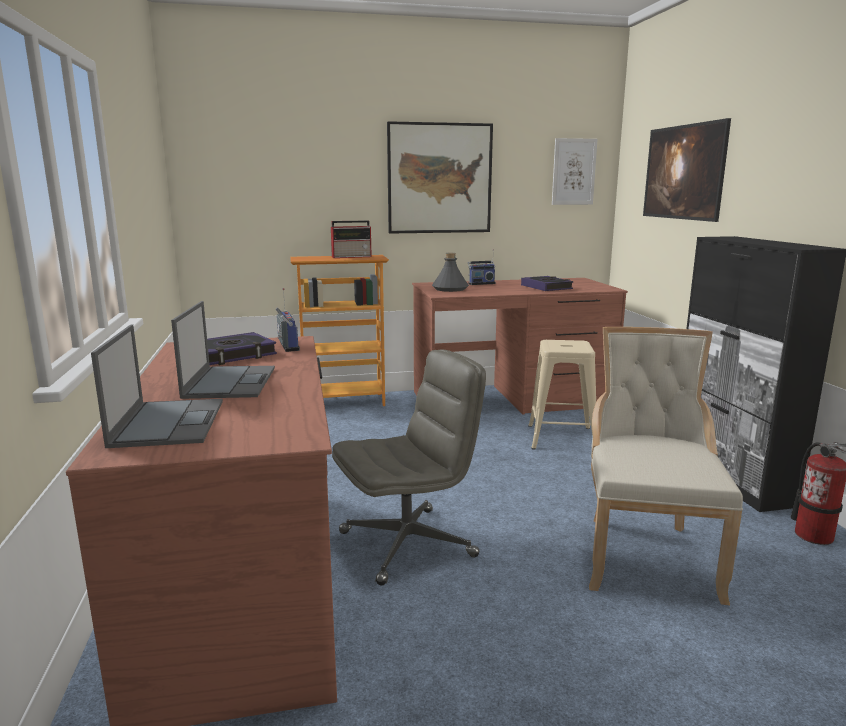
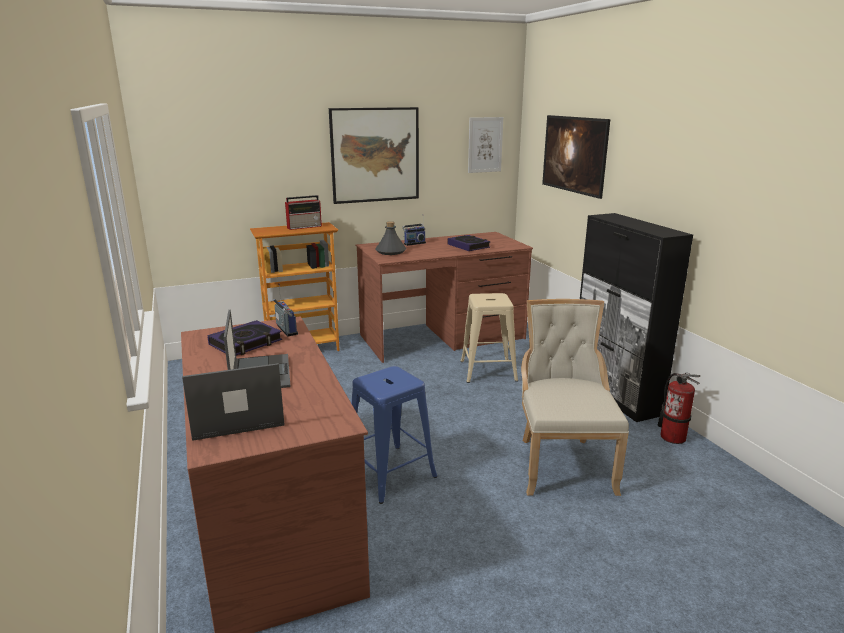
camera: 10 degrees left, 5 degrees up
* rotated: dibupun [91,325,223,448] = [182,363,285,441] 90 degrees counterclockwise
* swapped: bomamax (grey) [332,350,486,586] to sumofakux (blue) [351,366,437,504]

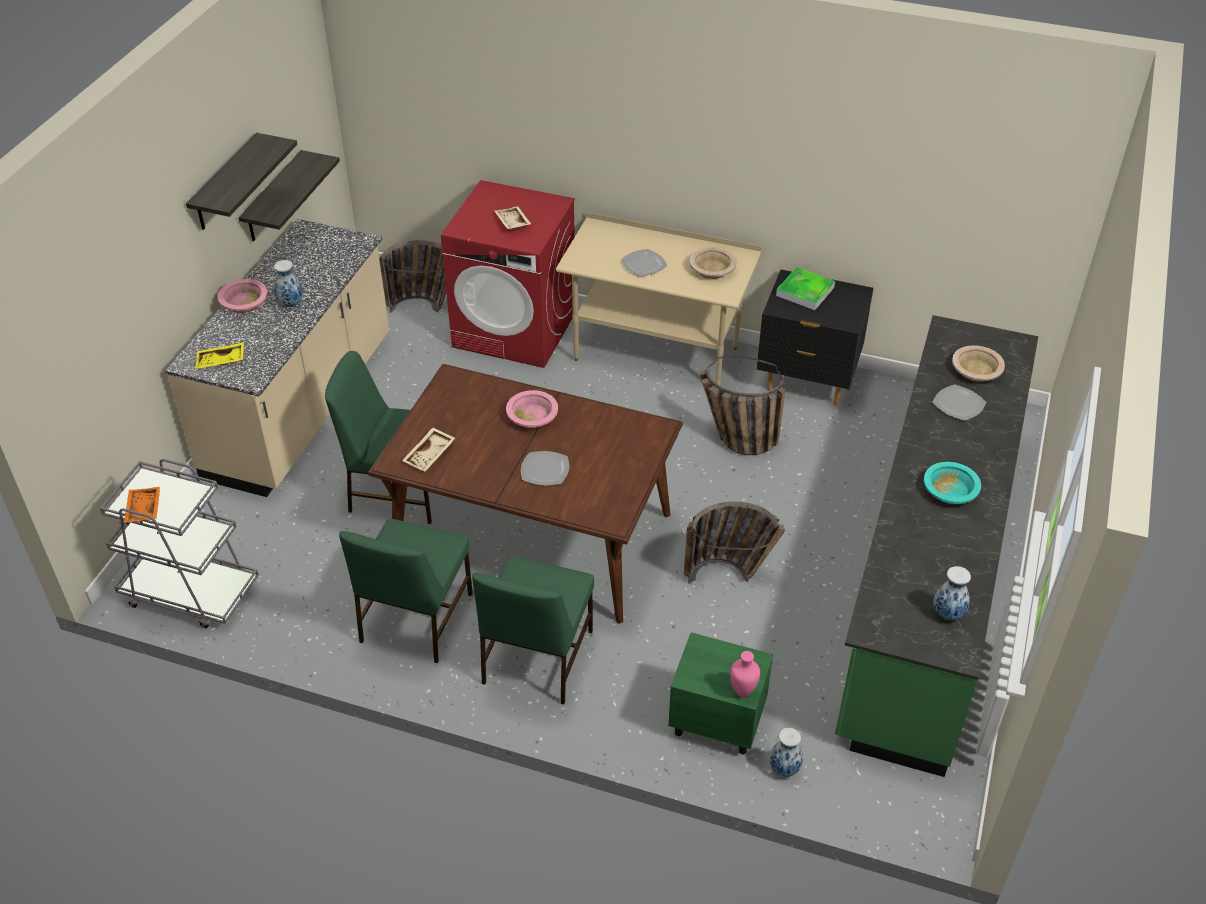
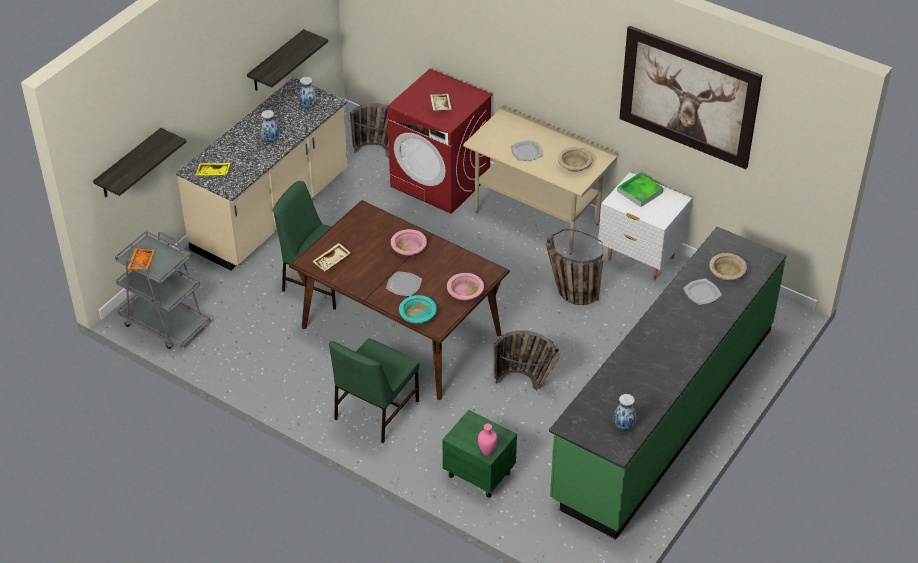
camera: 15 degrees right, 0 degrees up
* shifted: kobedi [186,133,297,230] to [93,128,186,197]
* shifted: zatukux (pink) [218,279,268,313] to [447,273,484,301]
* gone: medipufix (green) [339,519,473,663]
* repainted: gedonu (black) [757,270,873,406] to gedonu (white) [598,172,692,280]
* shifted: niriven [770,728,803,777] to [298,77,317,109]
* shifted: zatukux (turquoise) [924,462,981,504] to [399,295,437,324]
* new: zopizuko [619,25,763,169]

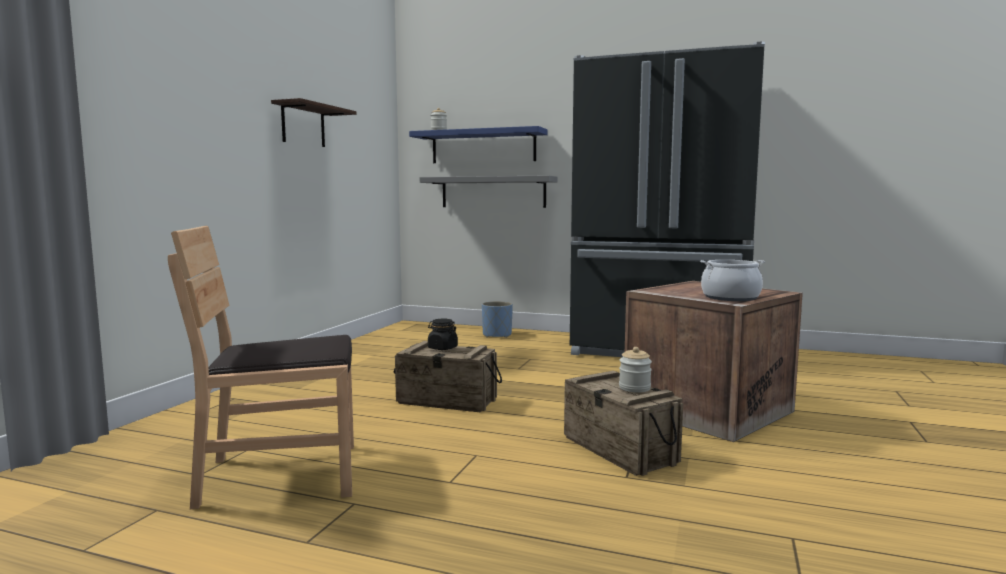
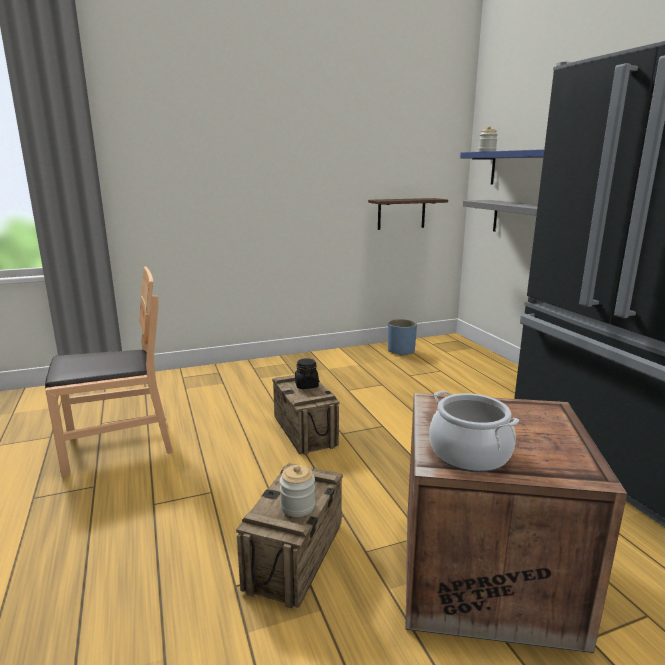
camera: 50 degrees right, 10 degrees up
* rotated: medipufix (brown) [168,226,354,509] = [45,266,173,477] 120 degrees clockwise
* shifted: kobedi [271,98,357,147] to [368,198,448,230]
* shifted: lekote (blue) [482,301,513,338] to [388,319,417,356]

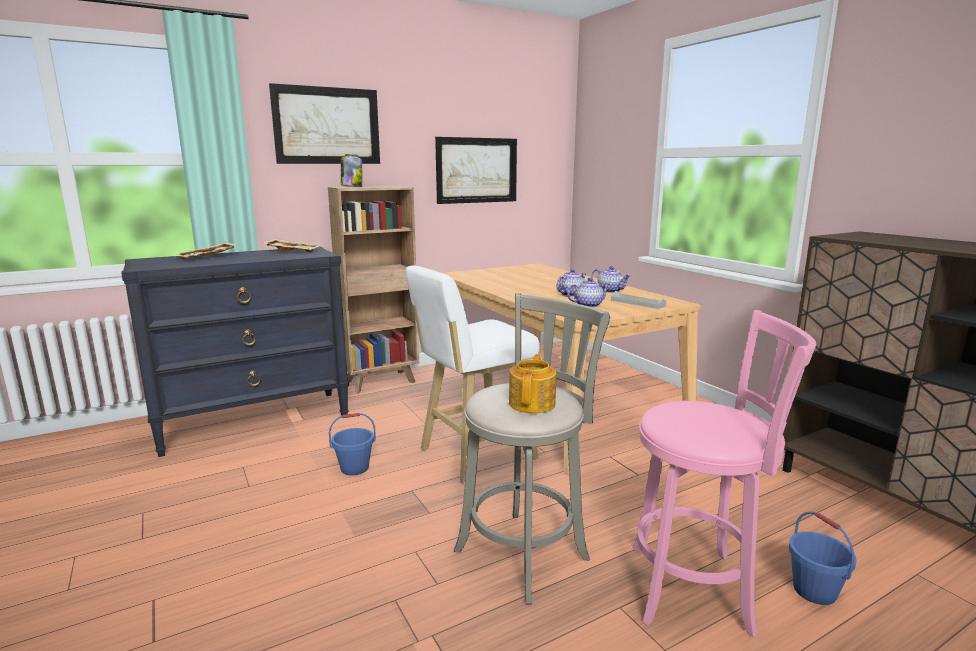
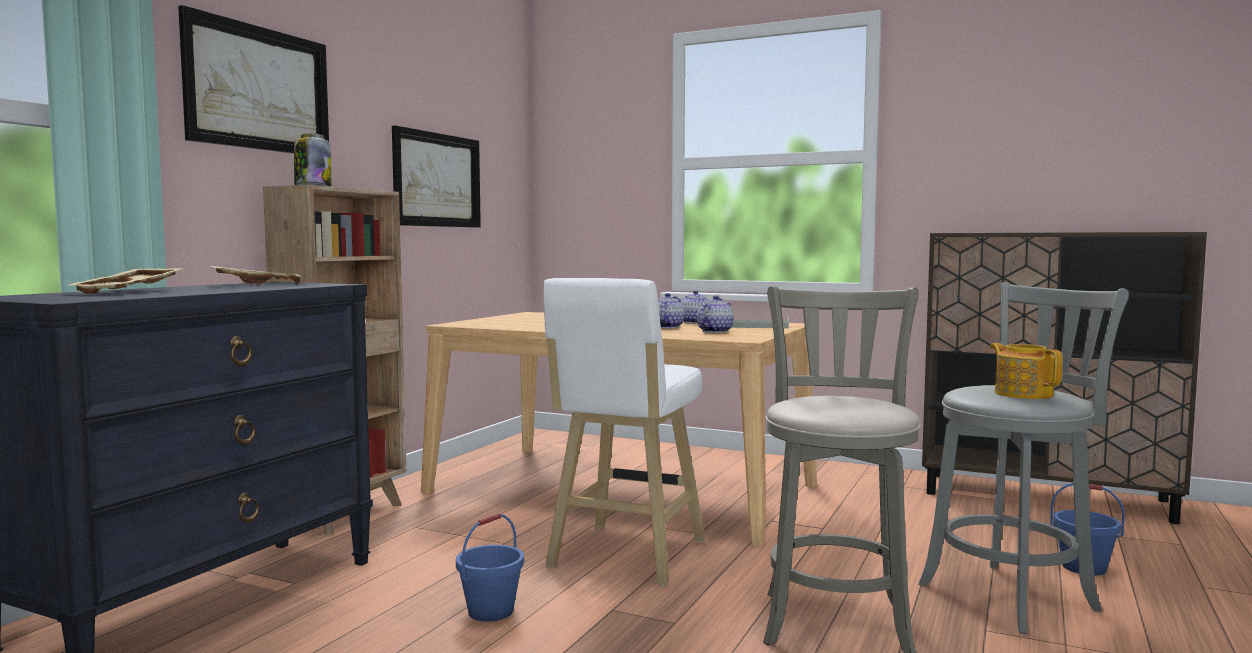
camera: 35 degrees left, 10 degrees down
* shifted: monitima [509,354,556,413] to [990,343,1062,399]
* repainted: sumofakux (pink) [632,310,816,638] to sumofakux (grey) [919,282,1129,634]

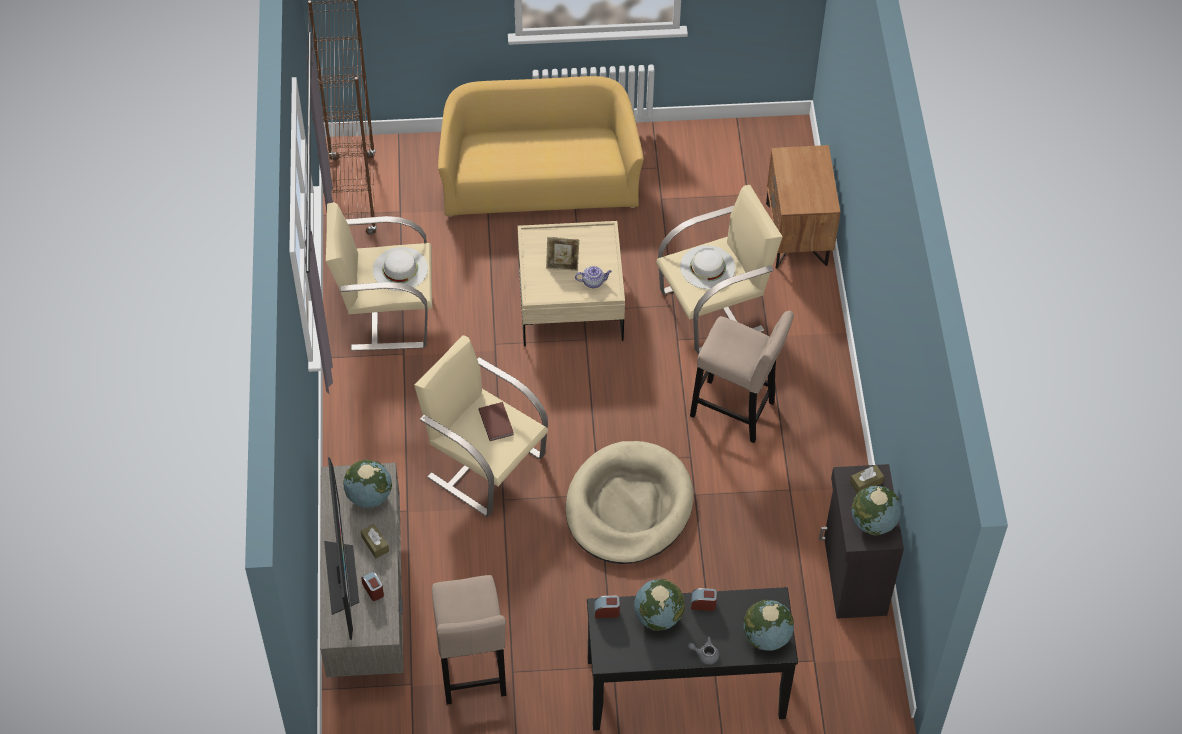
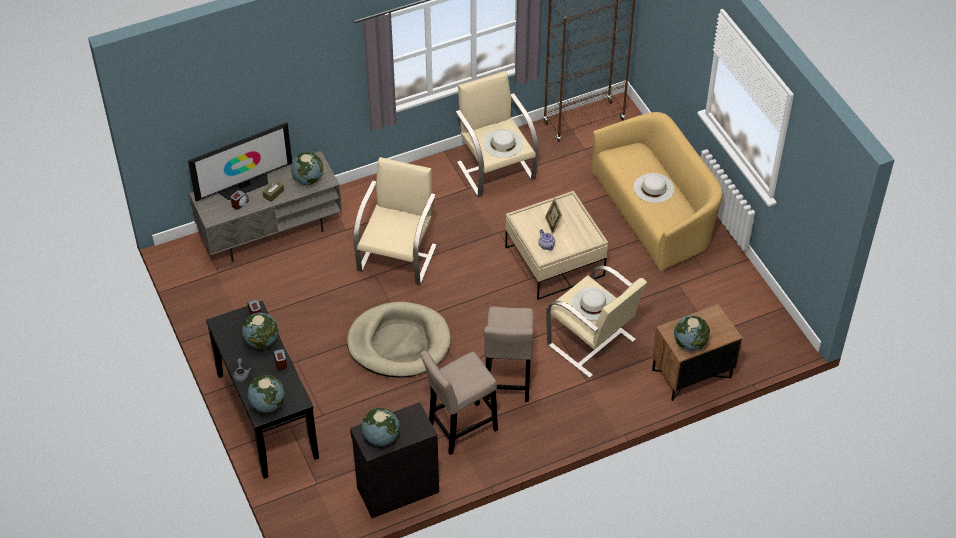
camera: 70 degrees right, 5 degrees down
* shifted: sumofakux (beige) [432,575,506,704] to [420,351,498,455]
* gone: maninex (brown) [479,402,514,441]
* gone: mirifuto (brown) [850,465,884,493]
* new: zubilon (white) [634,173,674,203]
* new: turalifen [674,315,710,351]

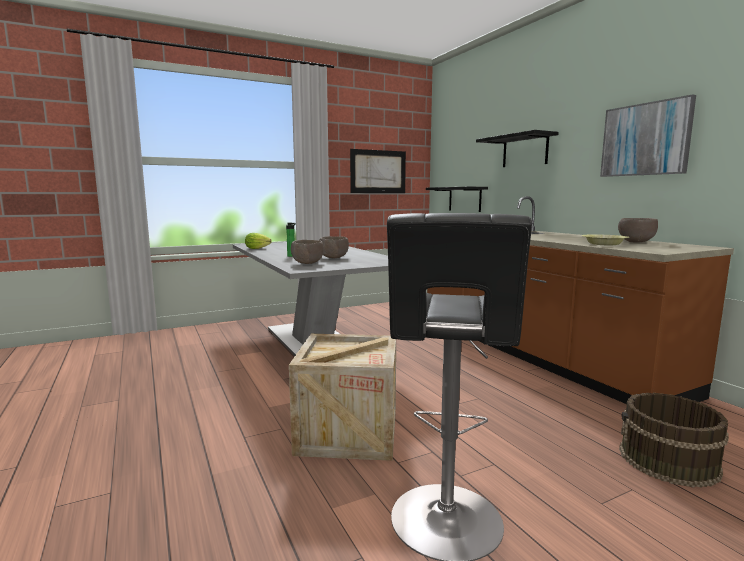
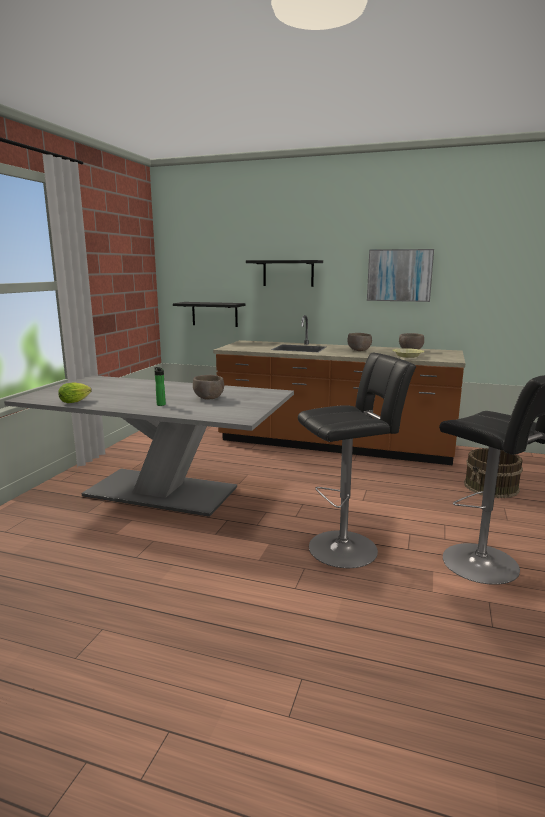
camera: 45 degrees left, 5 degrees up
* swapped: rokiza [289,334,396,461] to sumofakux (black) [298,353,416,568]
* shifted: zatukux (brown) [291,240,324,264] to [347,333,372,351]
* gone: zopizuko [350,149,406,193]

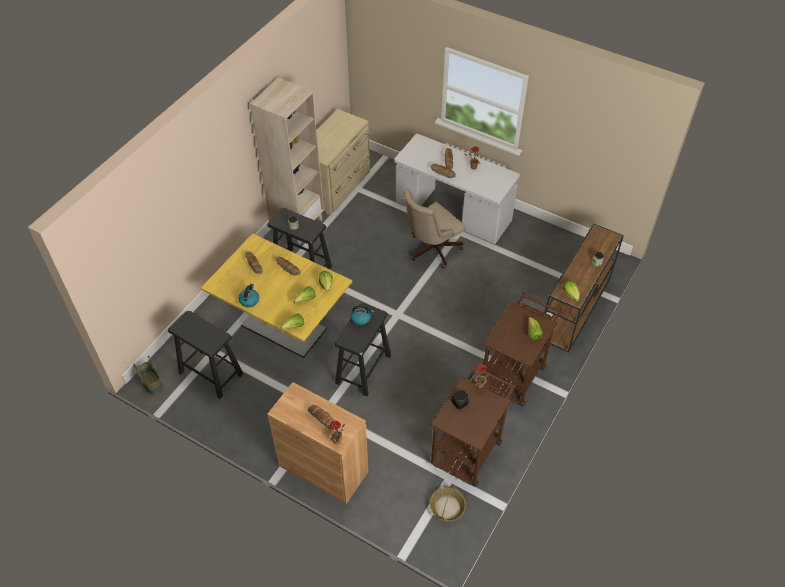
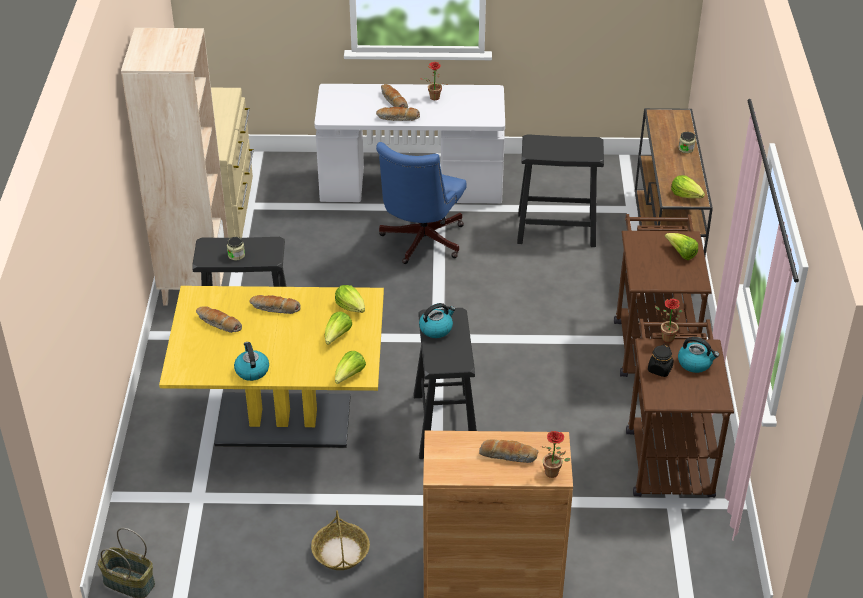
camera: 30 degrees left, 10 degrees down
* shifted: sumofakux (black) [168,311,243,399] to [517,134,604,247]
* repainted: bomamax (beige) [404,188,466,269] to bomamax (blue) [376,142,467,264]
* shifted: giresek [430,484,466,521] to [311,510,370,570]
* new: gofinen [678,337,719,373]

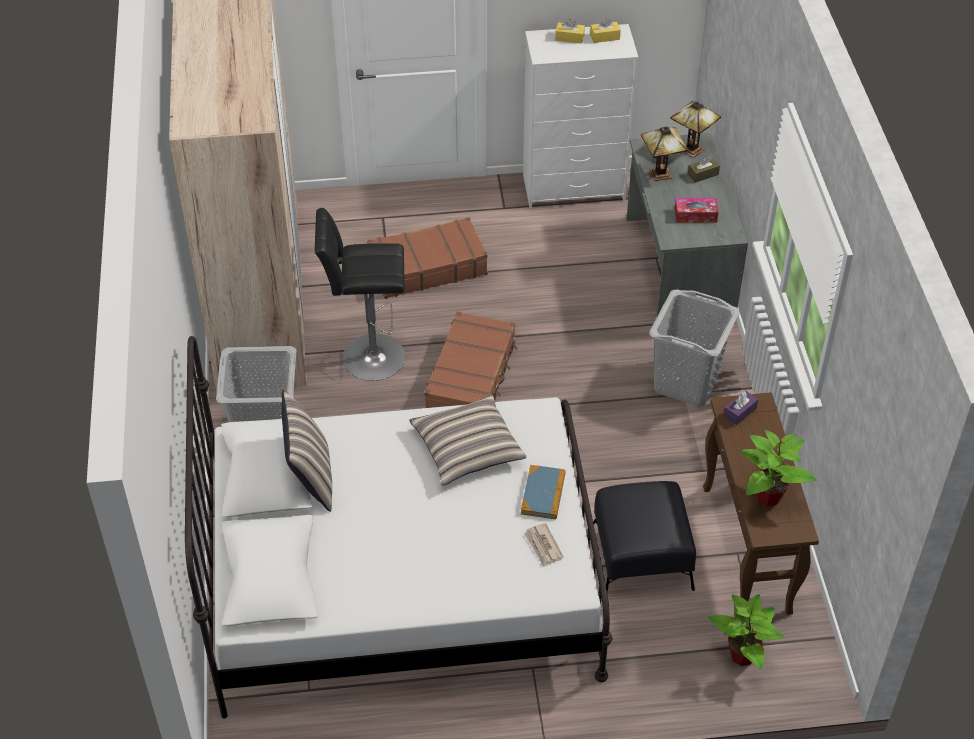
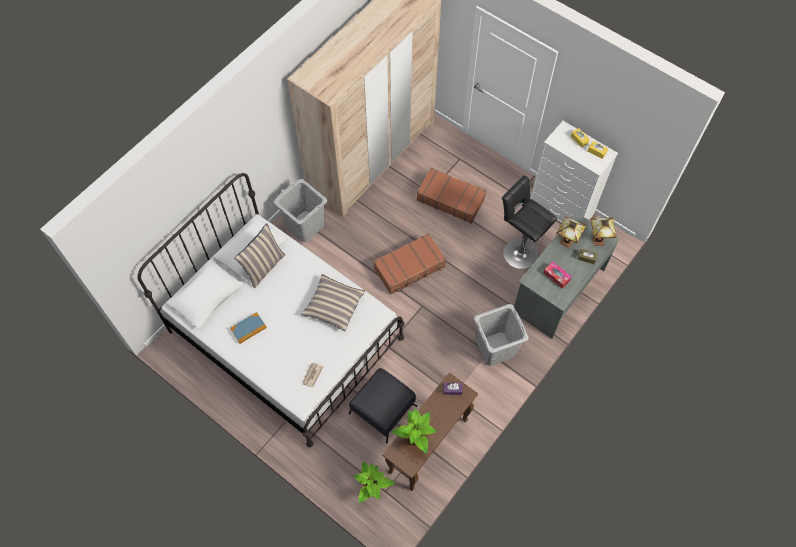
camera: 45 degrees right, 15 degrees up
* shifted: sumofakux (black) [315,208,405,381] to [502,176,557,269]
* shifted: maninex [521,465,566,519] to [230,312,267,344]

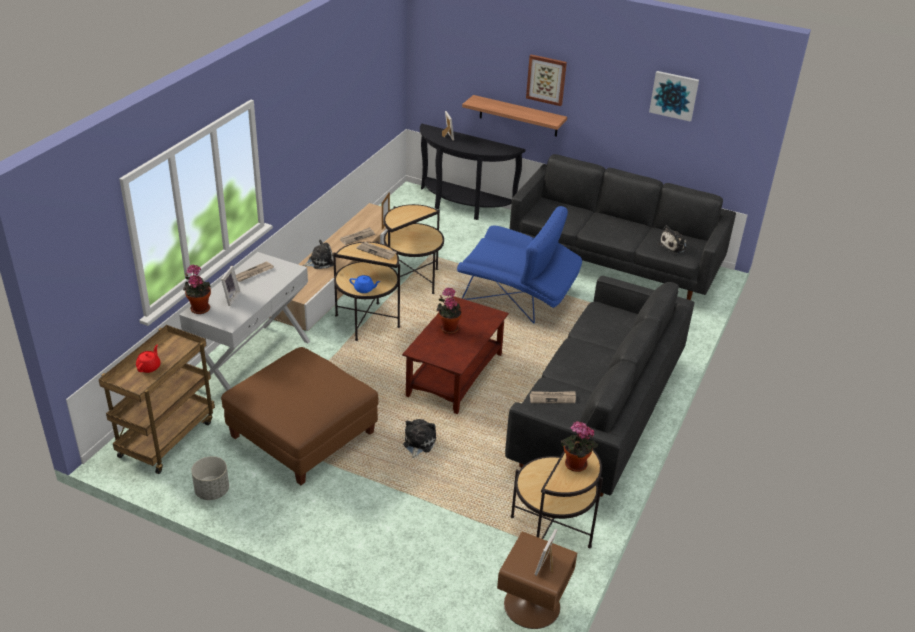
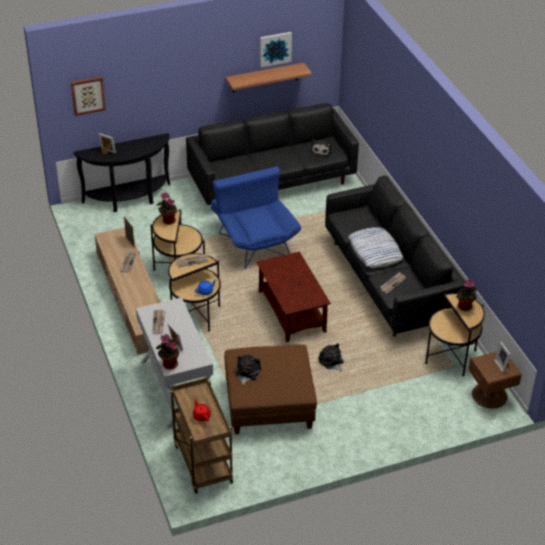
camera: 45 degrees left, 5 degrees up
* gone: lekote (grey) [191,456,229,500]
* shifted: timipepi [302,240,334,269] to [236,355,261,386]
* shifted: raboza [436,287,462,334] to [157,192,177,225]
* rotated: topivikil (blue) [457,206,582,324] = [211,166,301,269] 90 degrees counterclockwise
* shifted: kobedi [462,95,567,137] to [226,63,312,92]
* shifted: zopizuko [526,54,567,106] to [71,77,106,116]
* new: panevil [348,227,403,268]

